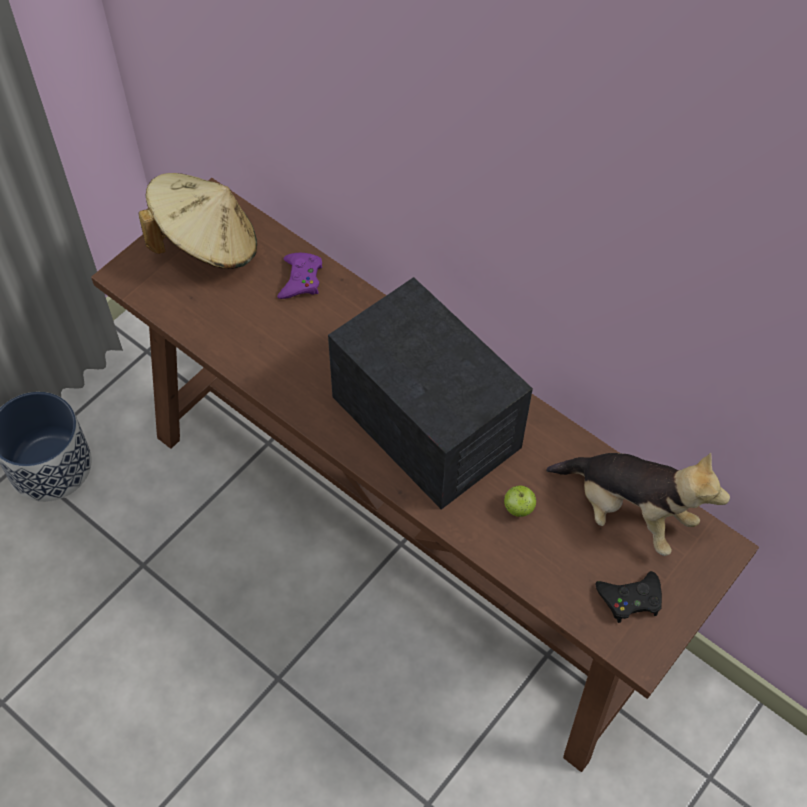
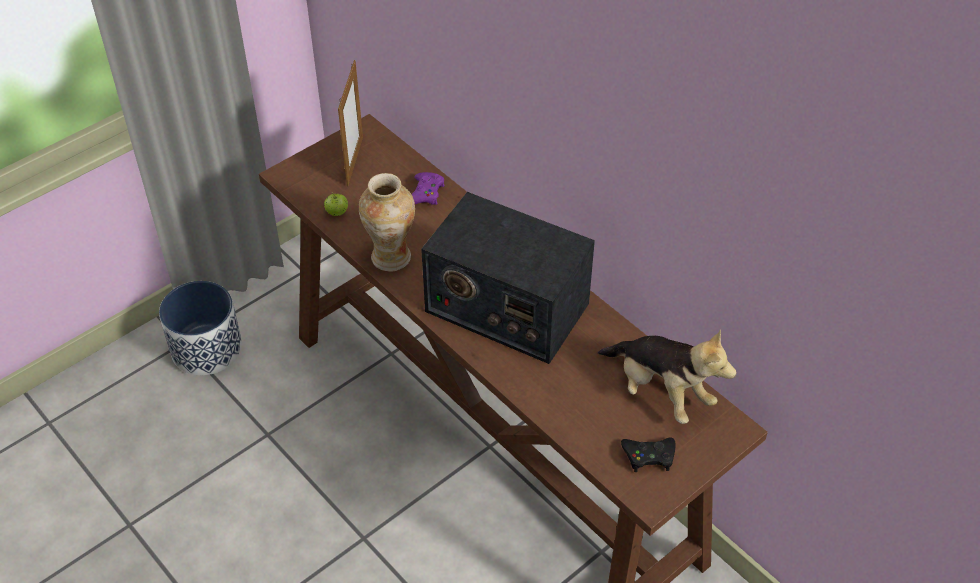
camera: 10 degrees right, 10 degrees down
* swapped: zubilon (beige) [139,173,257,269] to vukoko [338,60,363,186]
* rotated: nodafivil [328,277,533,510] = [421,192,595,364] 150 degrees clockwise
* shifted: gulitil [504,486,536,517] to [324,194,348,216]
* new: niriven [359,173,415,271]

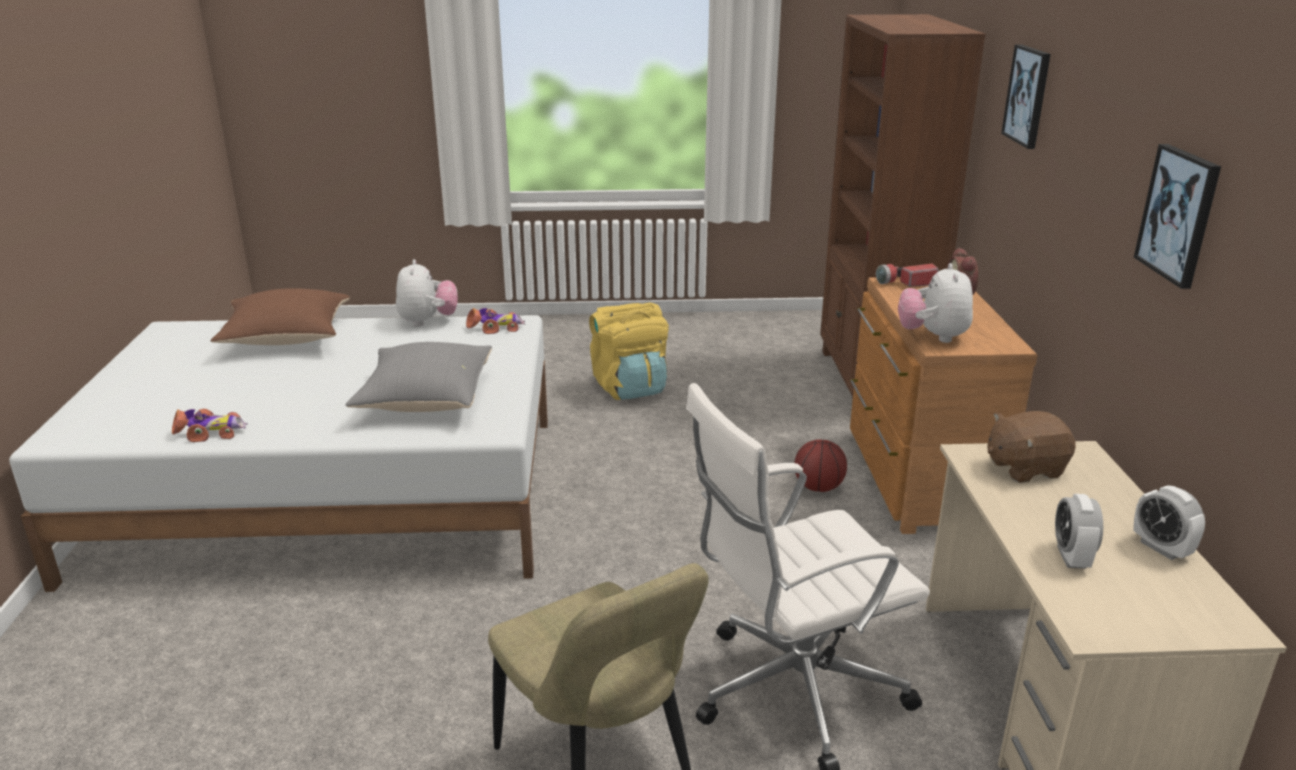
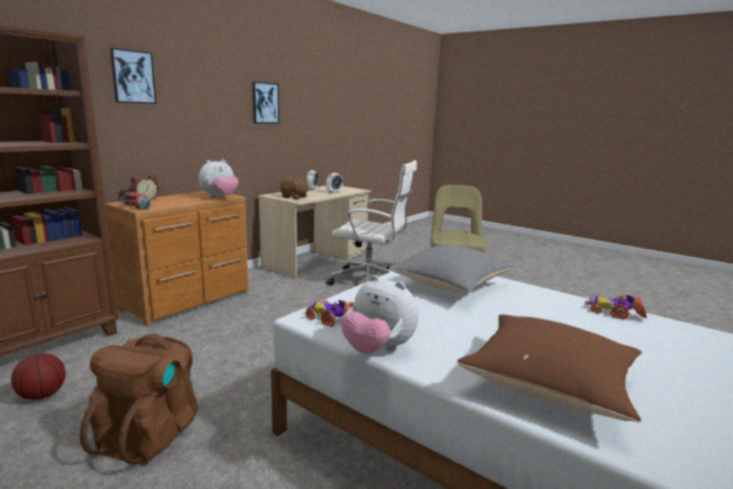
camera: 140 degrees left, 10 degrees down
* rotated: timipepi [396,259,458,327] = [342,275,419,354] 90 degrees counterclockwise
* repainted: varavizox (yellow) [589,303,669,400] to varavizox (brown) [80,334,198,465]
* shifted: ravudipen [795,439,847,492] to [11,353,66,400]

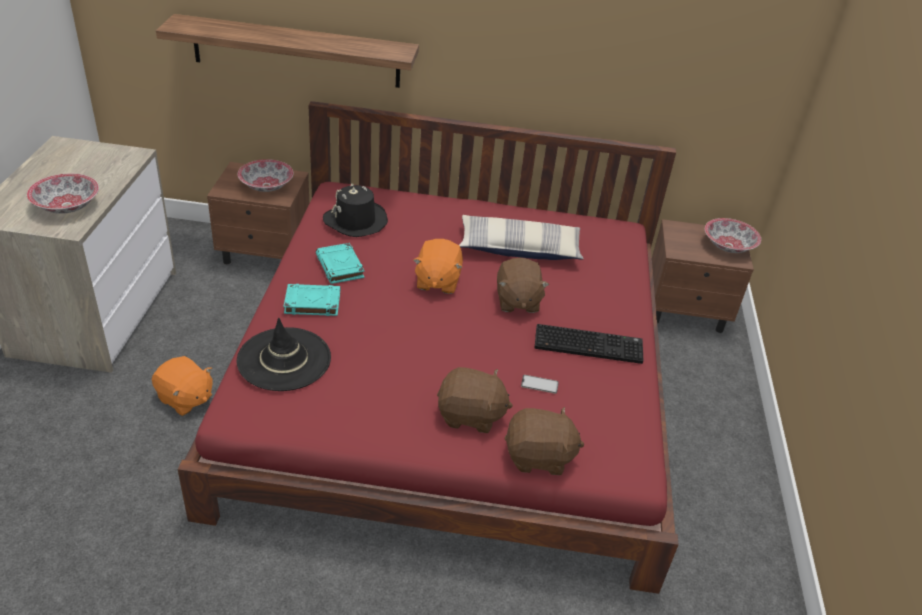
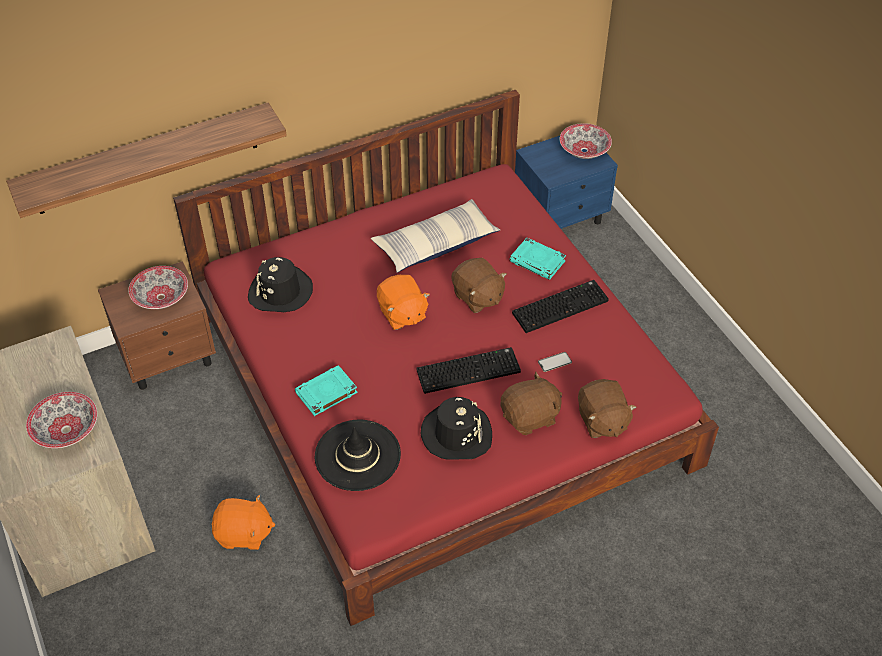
camera: 30 degrees left, 10 degrees up
* shifted: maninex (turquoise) [316,243,365,284] to [510,238,566,280]
* rotated: timipepi (brown) [504,407,584,475] = [578,379,637,438] 105 degrees clockwise
* repainted: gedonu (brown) [652,219,754,333] to gedonu (blue) [515,136,618,229]
* new: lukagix [416,347,521,394]
* new: zubilon (black) [421,397,492,460]

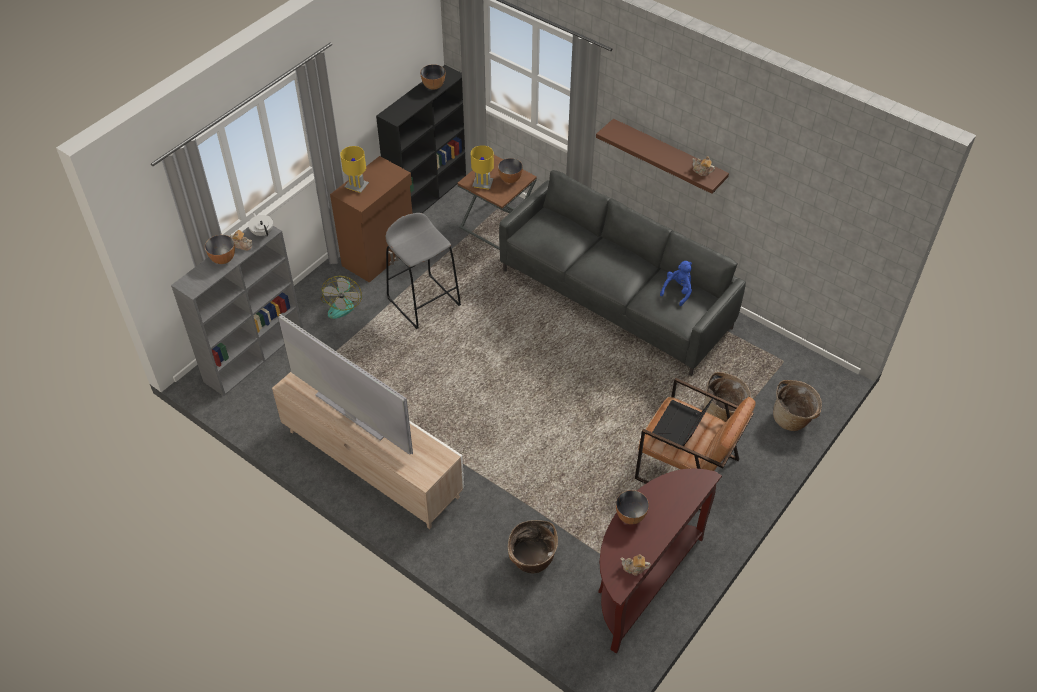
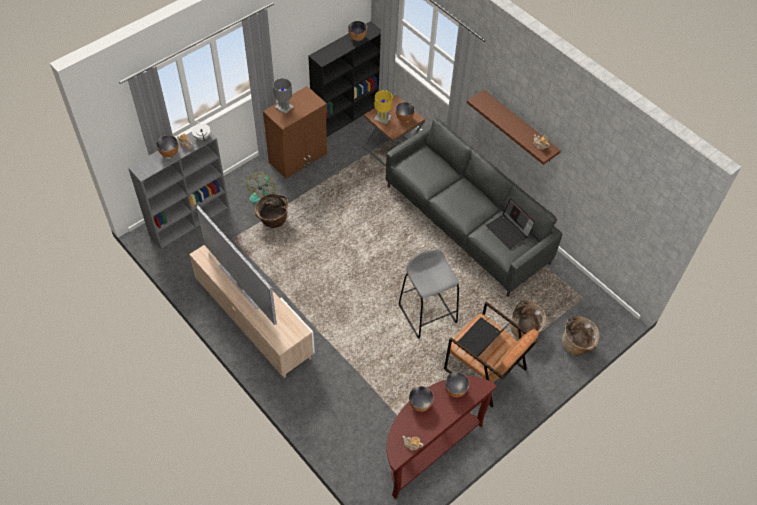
camera: 10 degrees right, 5 degrees up
* repainted: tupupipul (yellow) [340,146,369,193] to tupupipul (grey) [273,78,294,114]
* shifted: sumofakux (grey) [386,213,461,329] to [399,250,459,339]
* shifted: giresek [508,520,558,573] to [255,194,288,228]
* swapped: timipepi (blue) [660,261,692,306] to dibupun [486,198,535,249]
* new: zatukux [445,372,469,397]

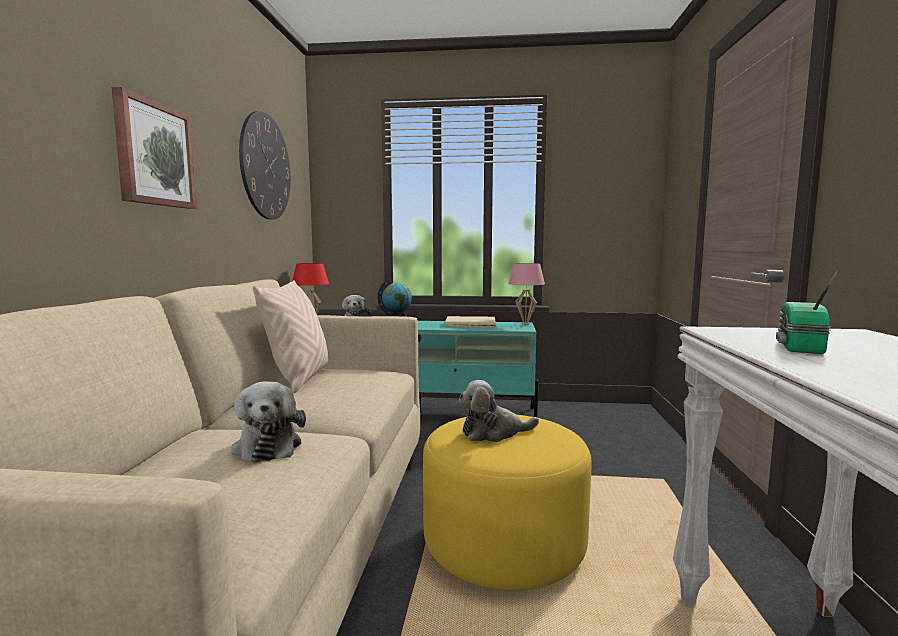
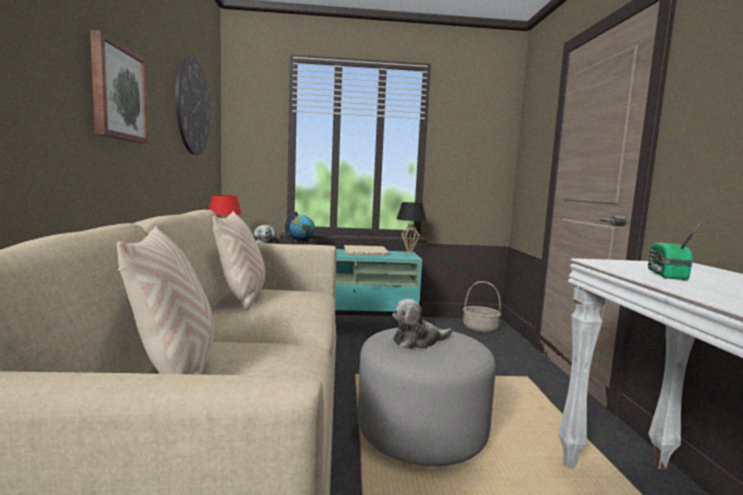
camera: 10 degrees left, 0 degrees up
* gone: timipepi [231,381,306,463]
* repainted: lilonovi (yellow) [423,415,592,591] to lilonovi (grey) [358,327,496,466]
* repainted: tupupipul (pink) [508,263,545,325] to tupupipul (black) [397,202,427,254]
* new: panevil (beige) [117,226,214,375]
* new: giresek [463,281,501,333]

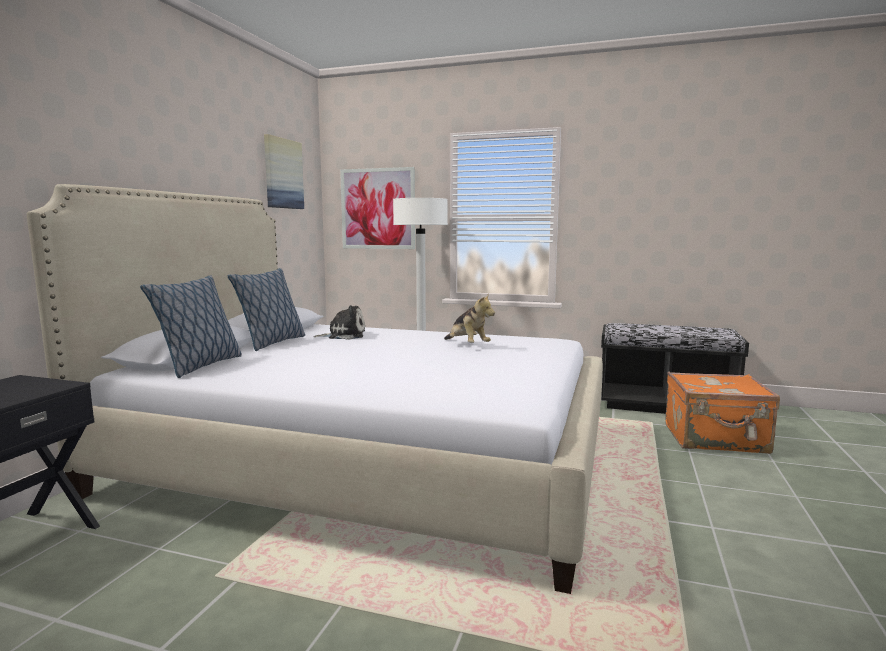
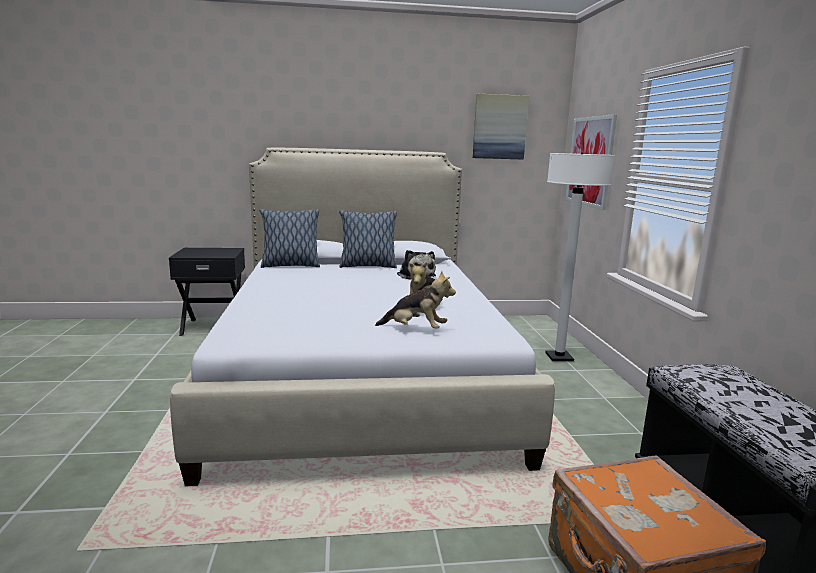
camera: 65 degrees right, 5 degrees up
* new: timipepi [375,271,456,329]

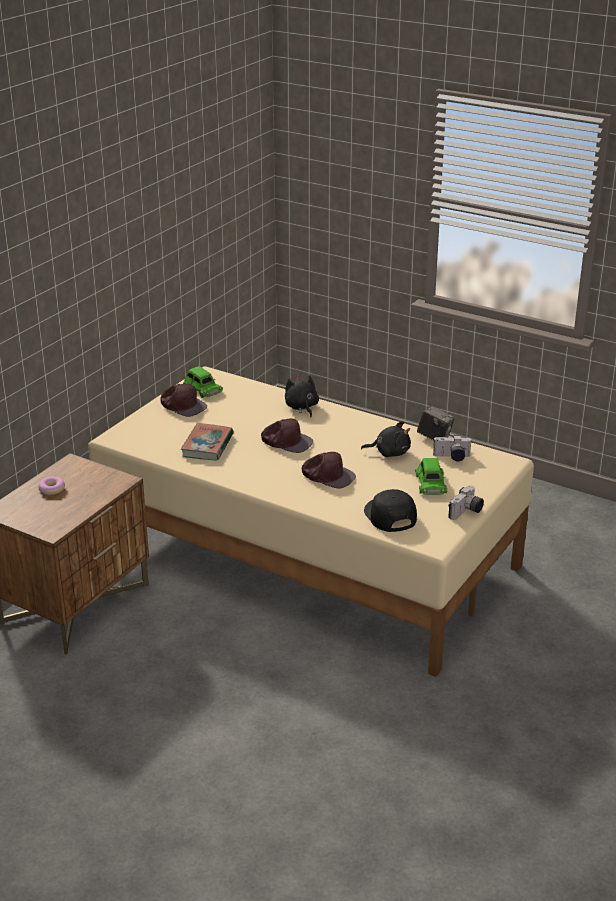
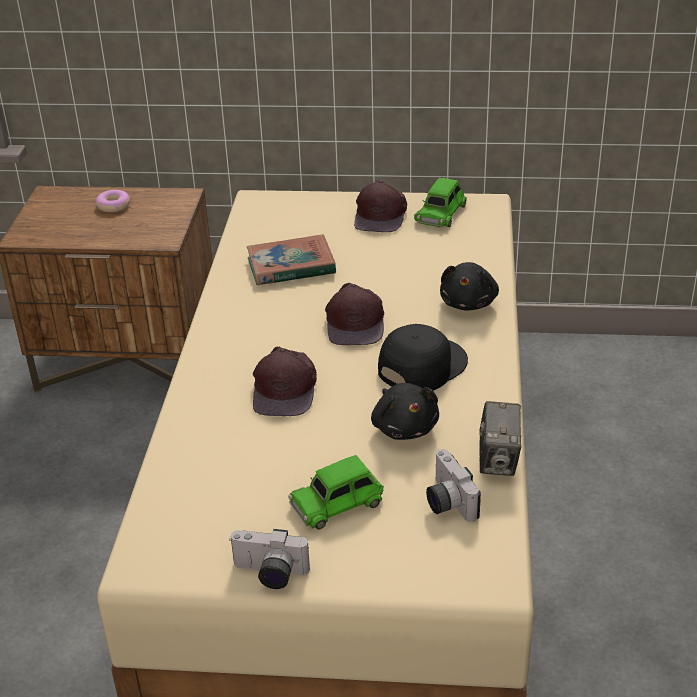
camera: 65 degrees right, 5 degrees up
* rotated: timipepi (black) [285,375,319,417] = [440,262,499,311] 150 degrees clockwise
* shifted: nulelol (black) [364,489,417,532] to [378,324,468,391]

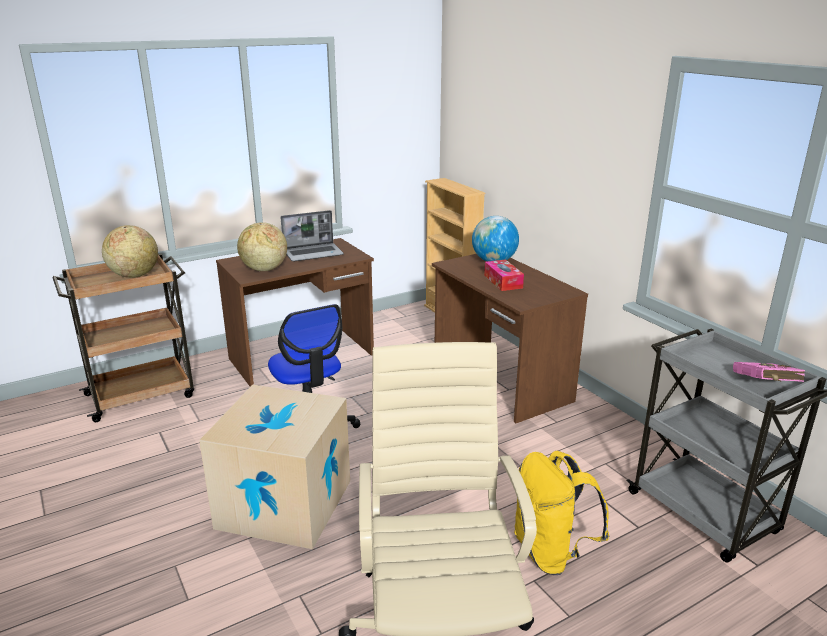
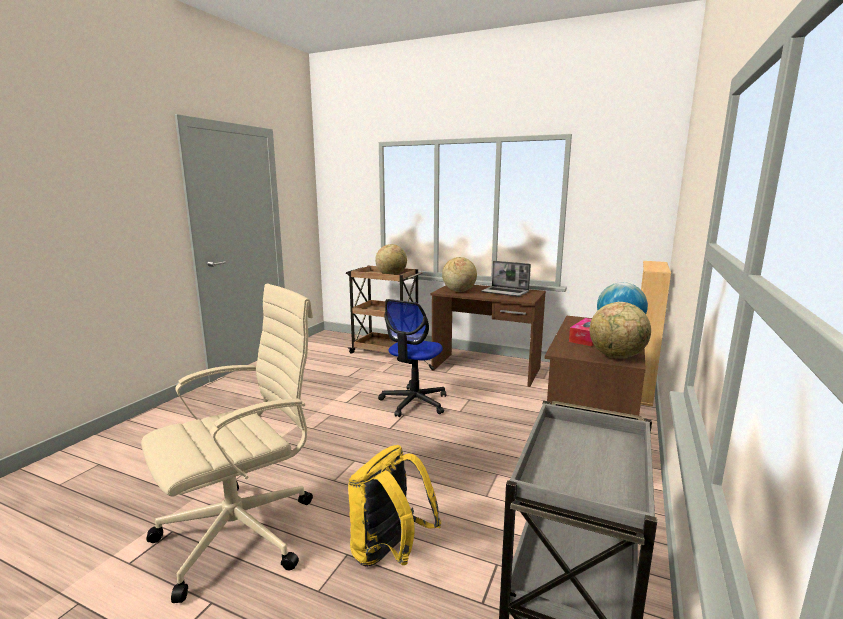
camera: 55 degrees right, 10 degrees down
* gone: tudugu [199,385,350,549]
* gone: maninex (pink) [733,362,805,382]
* new: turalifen [590,302,651,359]

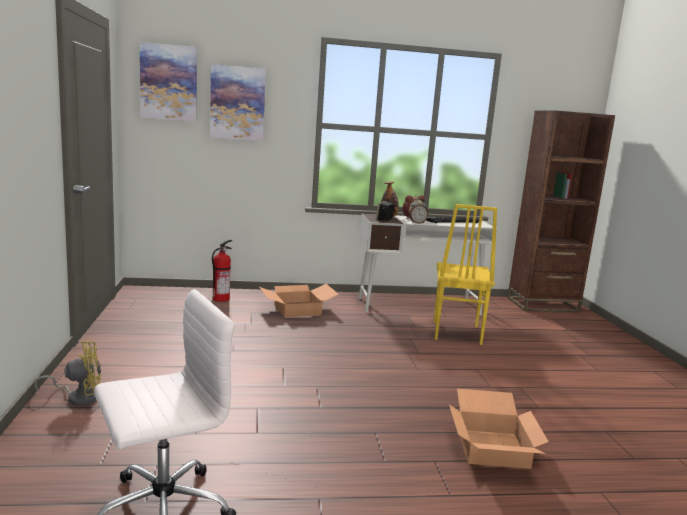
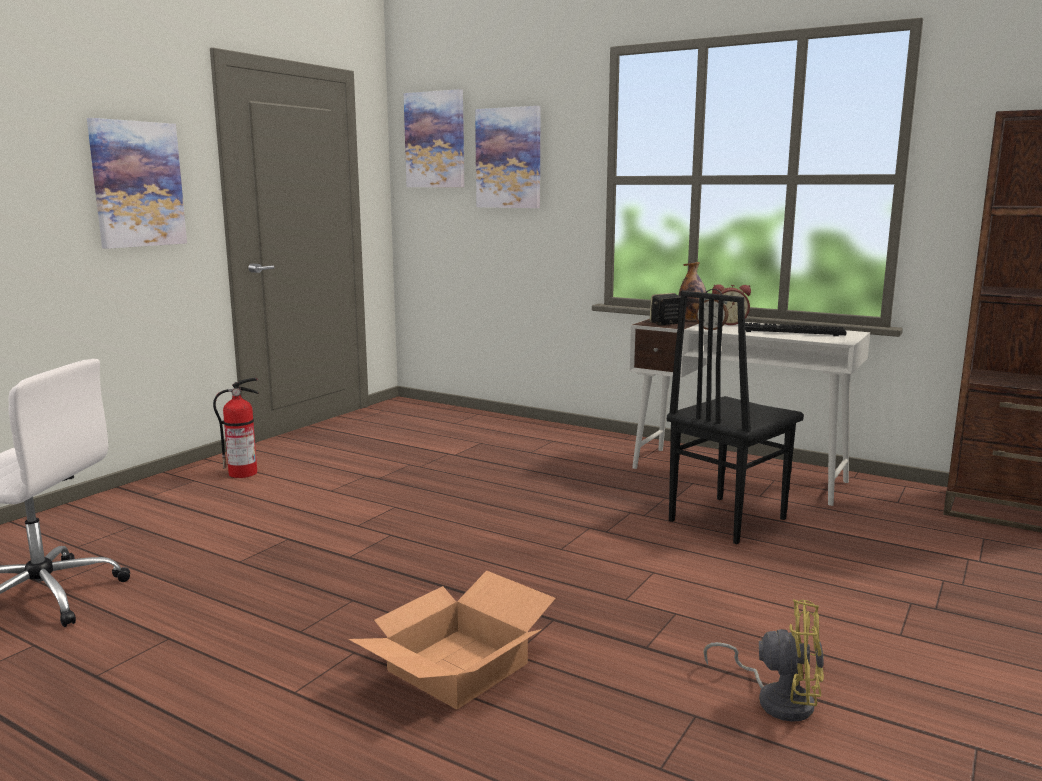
camera: 40 degrees right, 0 degrees up
* shifted: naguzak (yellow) [34,341,101,406] to [704,599,824,722]
* shifted: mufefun [212,240,232,302] to [213,378,259,478]
* gone: tudugu [259,284,339,317]
* repainted: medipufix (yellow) [434,204,497,345] to medipufix (black) [667,291,804,544]
* new: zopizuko [87,118,187,249]

